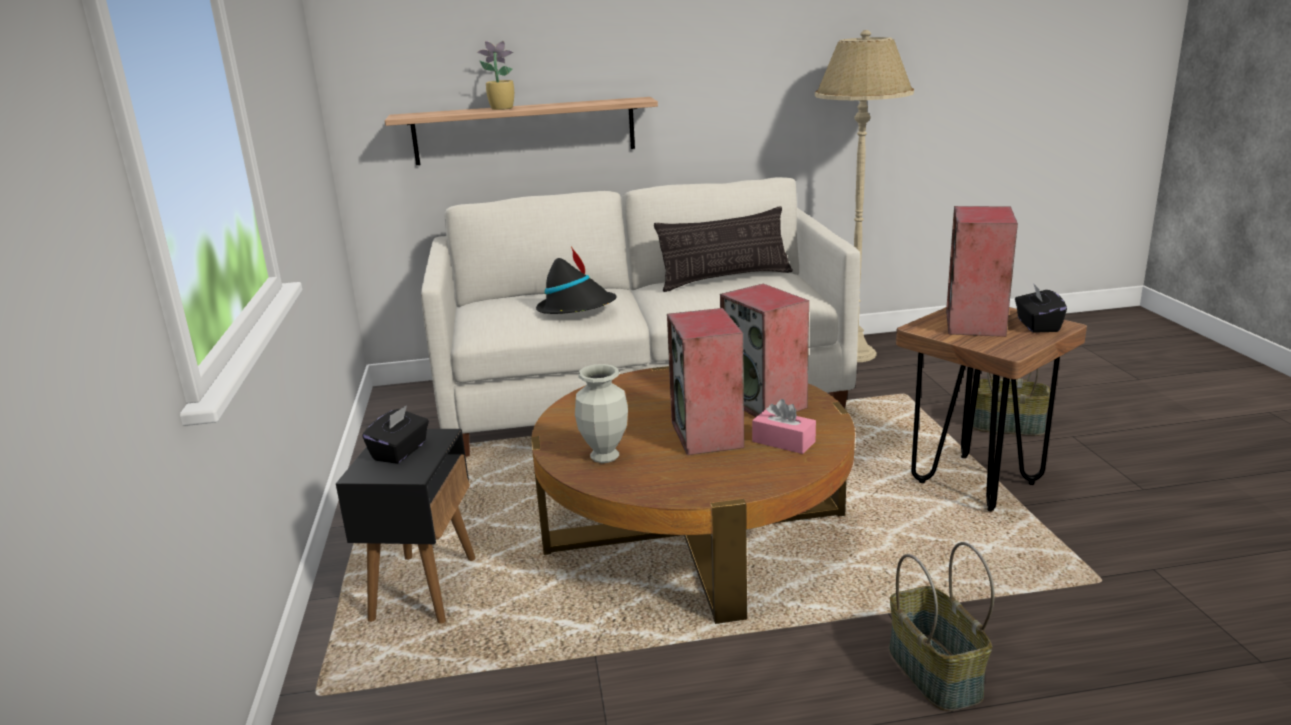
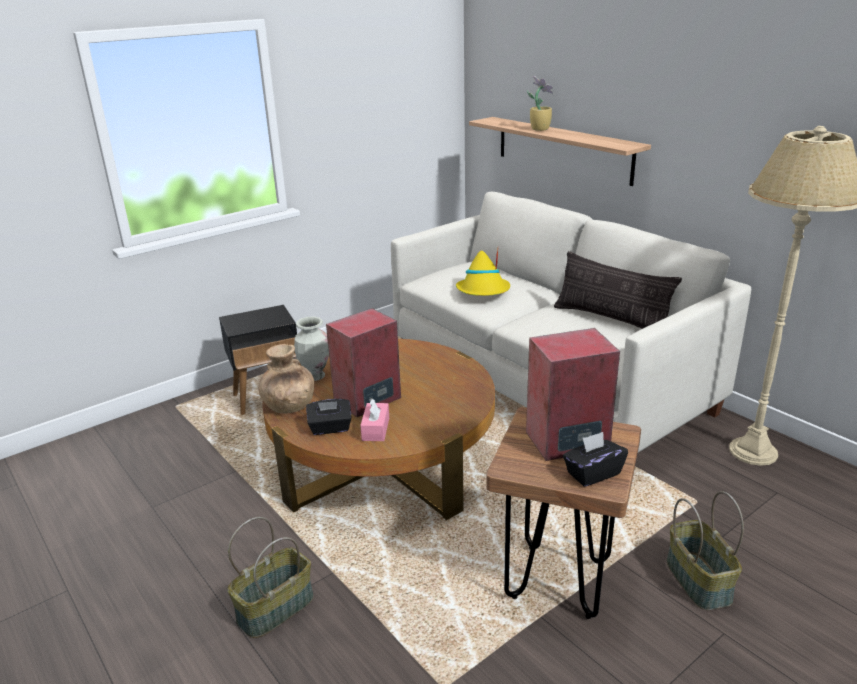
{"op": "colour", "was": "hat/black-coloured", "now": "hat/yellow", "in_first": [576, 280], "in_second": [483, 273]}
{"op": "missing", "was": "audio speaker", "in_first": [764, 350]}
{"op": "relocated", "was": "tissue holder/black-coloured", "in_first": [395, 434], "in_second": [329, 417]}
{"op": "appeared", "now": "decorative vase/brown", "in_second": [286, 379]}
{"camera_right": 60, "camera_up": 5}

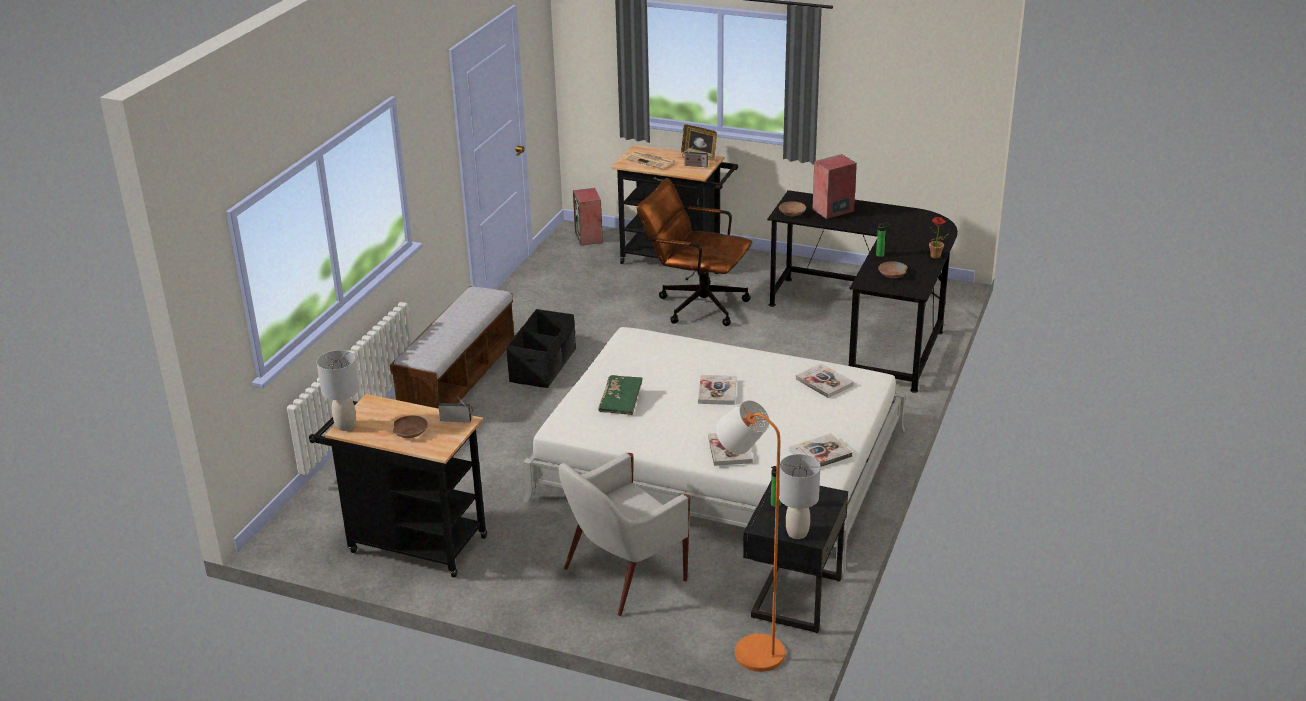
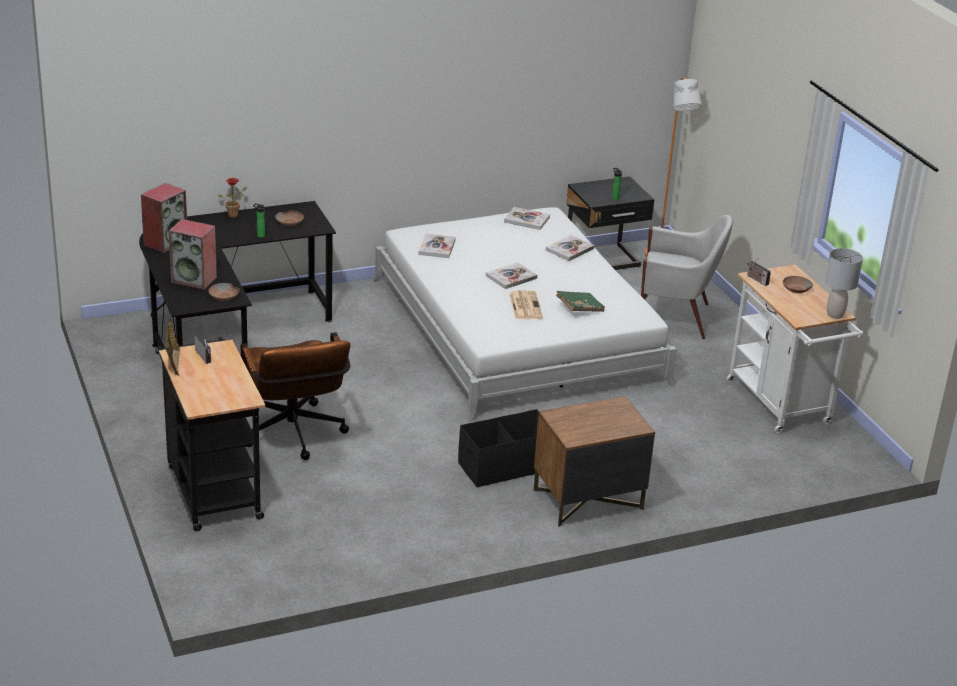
{"op": "relocated", "was": "daily paper", "in_first": [650, 160], "in_second": [526, 304]}
{"op": "relocated", "was": "audio speaker", "in_first": [588, 216], "in_second": [164, 218]}
{"op": "exchanged", "was": "bench", "now": "night table/brown", "in_first": [453, 347], "in_second": [594, 461]}
{"op": "colour", "was": "wheeled cart/black-coloured", "now": "wheeled cart/whitish", "in_first": [398, 486], "in_second": [795, 348]}
{"op": "missing", "was": "tabletop lamp/grey", "in_first": [799, 496]}
{"camera_right": -135, "camera_up": 0}

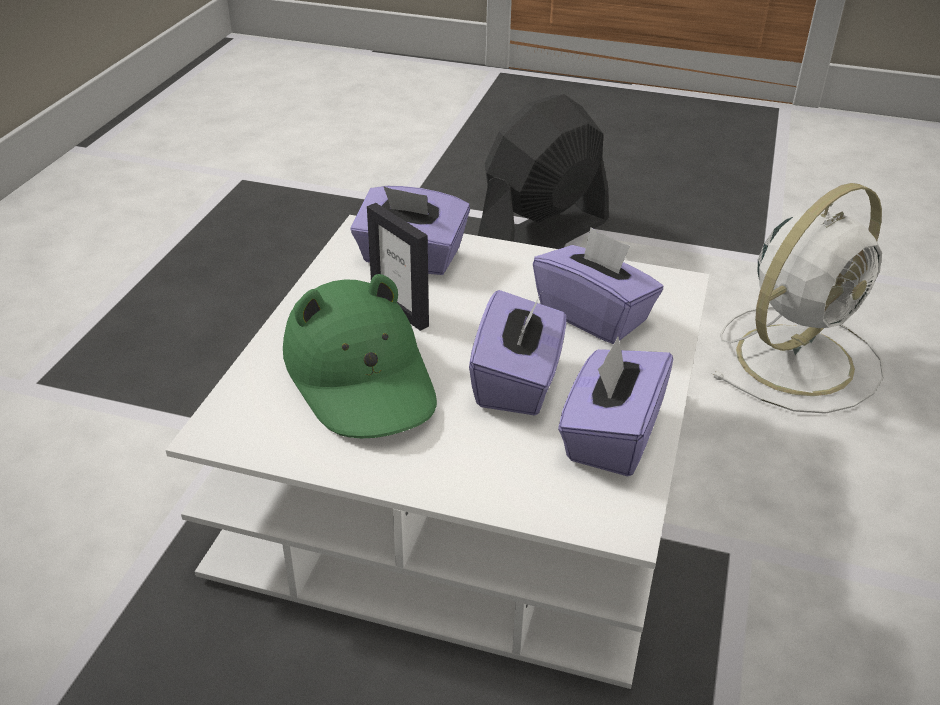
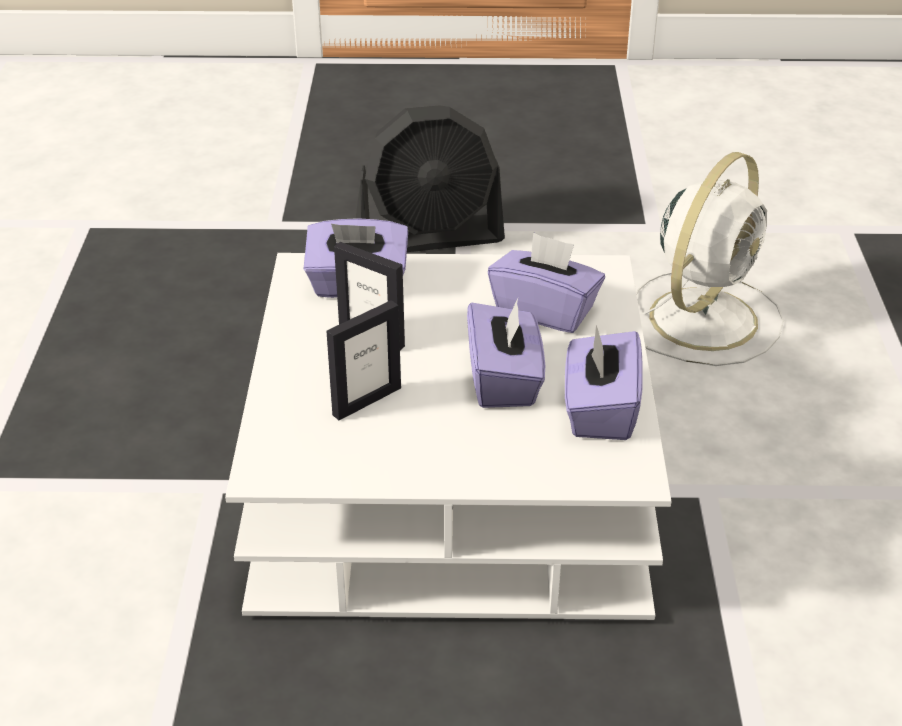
{"op": "spun", "was": "cooling fan/black-coloured", "in_first": [543, 171], "in_second": [430, 178], "clockwise": -135}
{"op": "exchanged", "was": "hat/green", "now": "picture frame", "in_first": [360, 356], "in_second": [363, 360]}
{"camera_right": -15, "camera_up": 0}

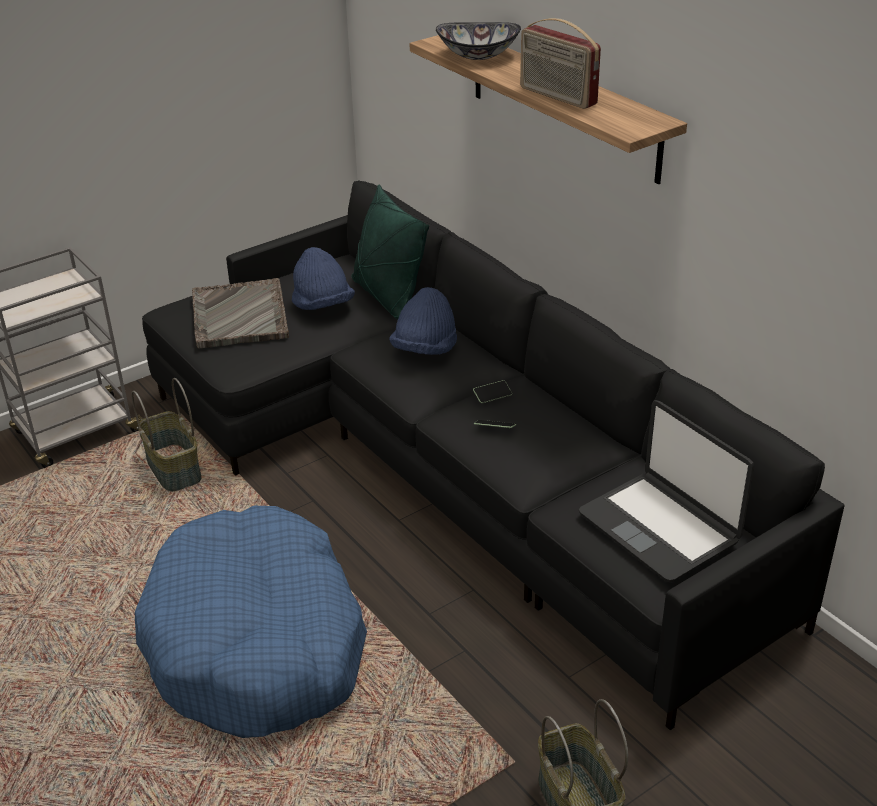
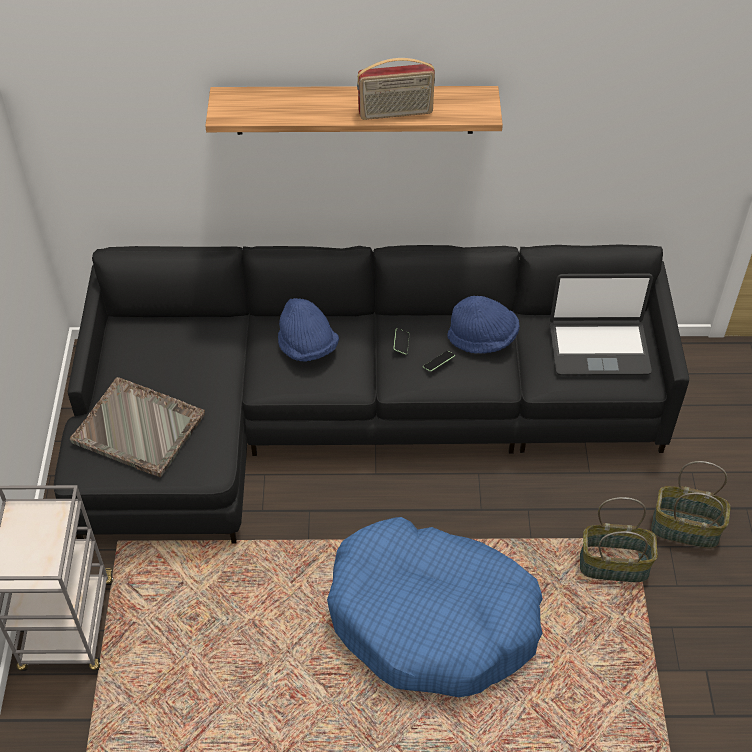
{"op": "missing", "was": "bowl", "in_first": [478, 41]}
{"op": "missing", "was": "throw pillow/green", "in_first": [390, 252]}
{"op": "relocated", "was": "hat/blue", "in_first": [323, 278], "in_second": [484, 325]}
{"op": "relocated", "was": "basket", "in_first": [166, 435], "in_second": [619, 539]}
{"camera_right": -55, "camera_up": 15}

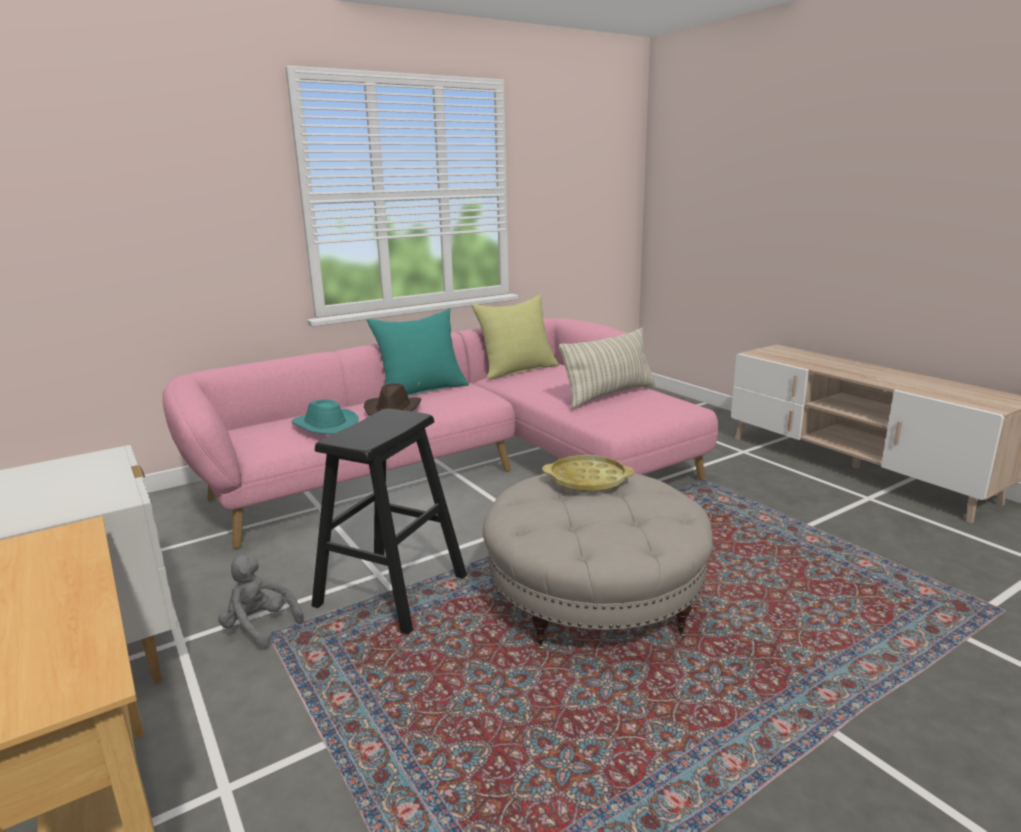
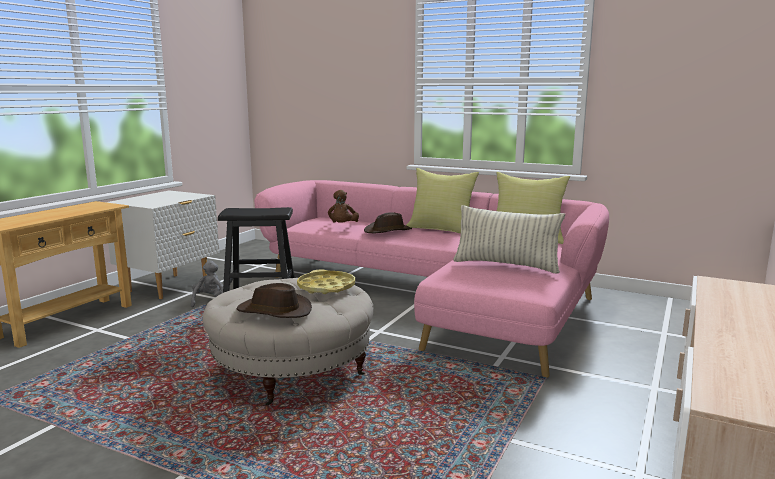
{"op": "colour", "was": "throw pillow/turquoise", "now": "throw pillow/yellow", "in_first": [417, 352], "in_second": [442, 201]}
{"op": "exchanged", "was": "hat/turquoise", "now": "plush toy/brown", "in_first": [325, 416], "in_second": [343, 206]}
{"op": "appeared", "now": "hat/brown", "in_second": [274, 300]}
{"camera_right": 60, "camera_up": -5}

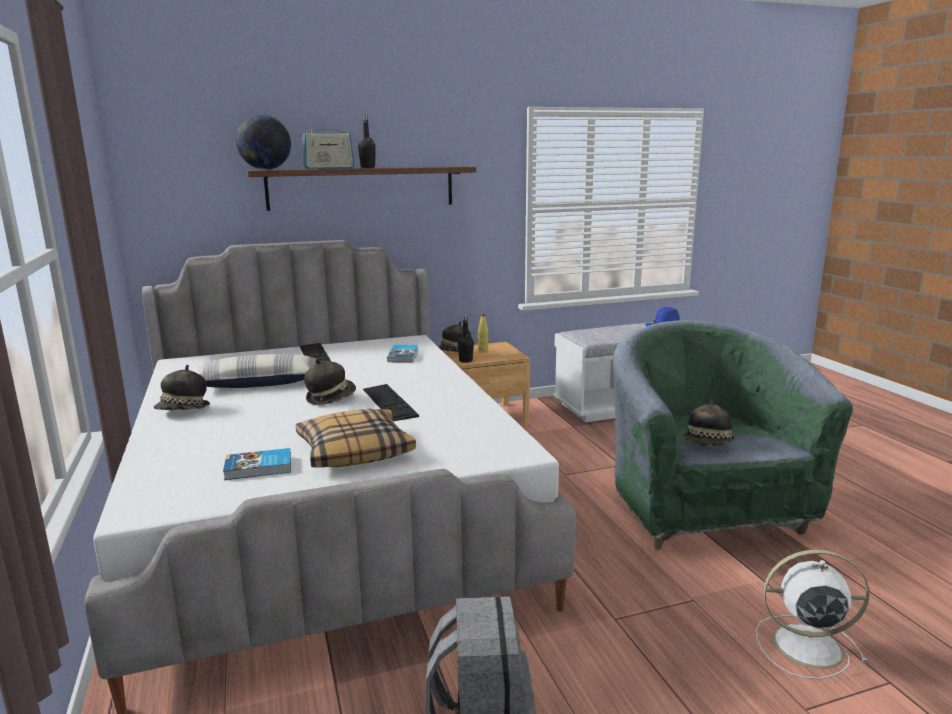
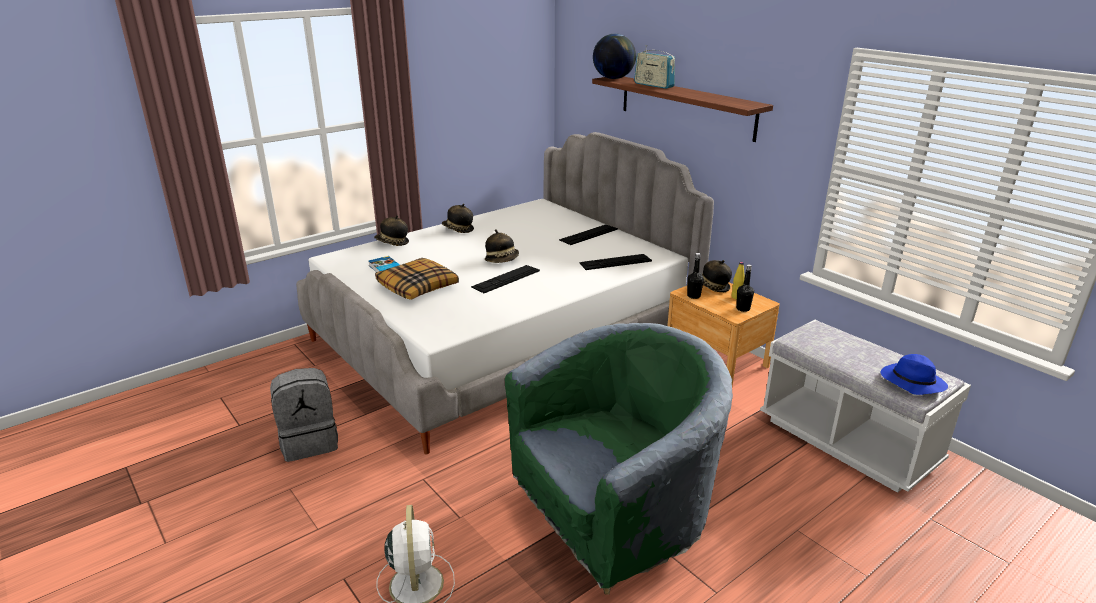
{"op": "relocated", "was": "beverage bottle/black-coloured", "in_first": [367, 141], "in_second": [745, 288]}
{"op": "exchanged", "was": "volume", "now": "computer keyboard", "in_first": [402, 353], "in_second": [615, 262]}
{"op": "missing", "was": "throw pillow", "in_first": [257, 371]}
{"op": "relocated", "was": "hat", "in_first": [709, 422], "in_second": [391, 230]}
{"camera_right": 70, "camera_up": 10}

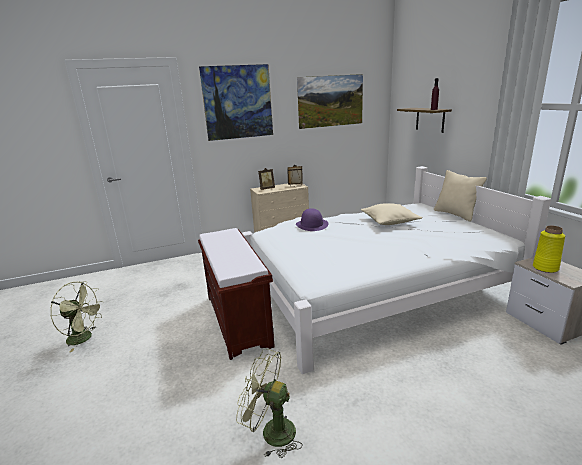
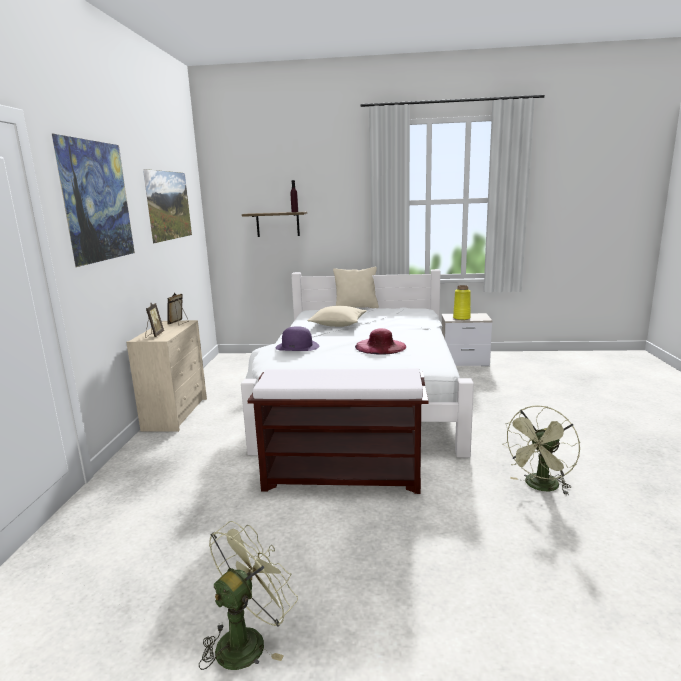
{"op": "appeared", "now": "hat/pink-coloured", "in_second": [380, 341]}
{"camera_right": -65, "camera_up": -5}

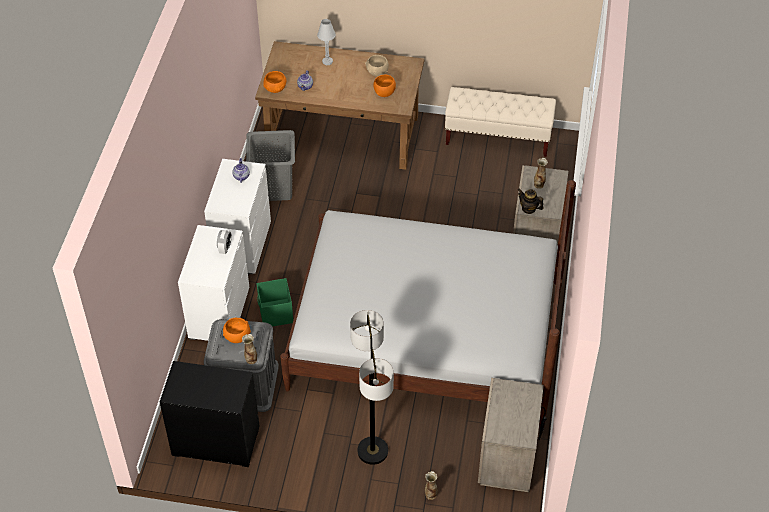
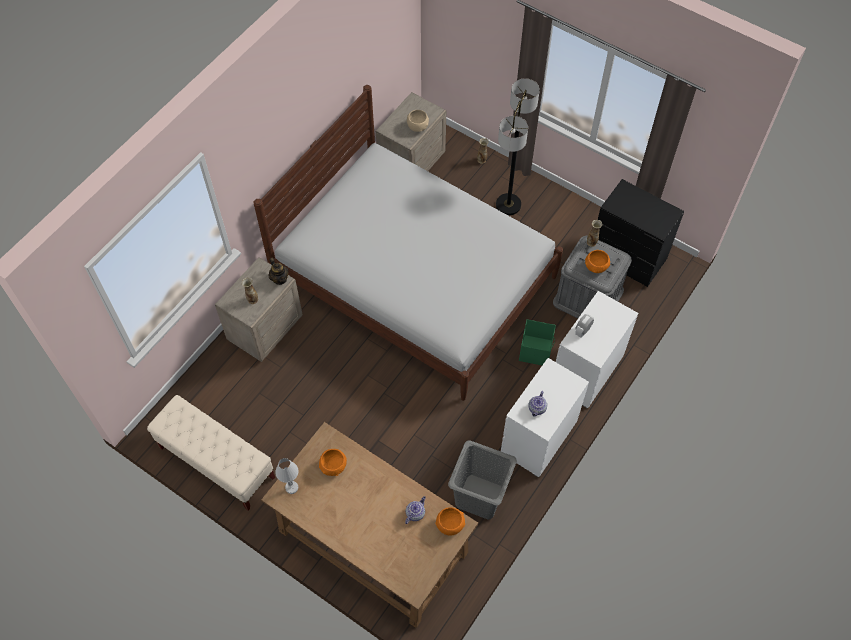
{"op": "relocated", "was": "tabletop lamp/whitish", "in_first": [326, 42], "in_second": [287, 476]}
{"op": "relocated", "was": "bowl/beige", "in_first": [377, 66], "in_second": [418, 121]}
{"camera_right": -155, "camera_up": 10}

